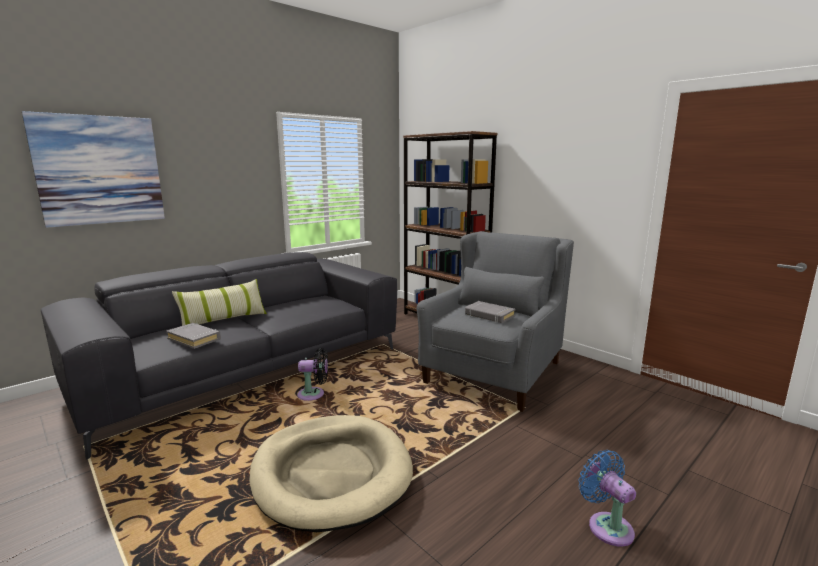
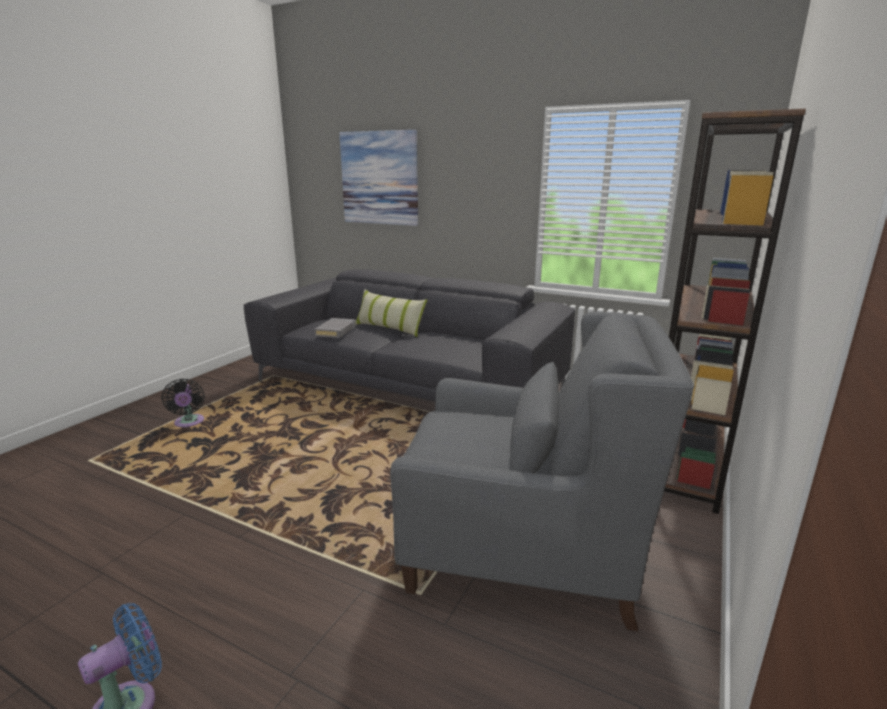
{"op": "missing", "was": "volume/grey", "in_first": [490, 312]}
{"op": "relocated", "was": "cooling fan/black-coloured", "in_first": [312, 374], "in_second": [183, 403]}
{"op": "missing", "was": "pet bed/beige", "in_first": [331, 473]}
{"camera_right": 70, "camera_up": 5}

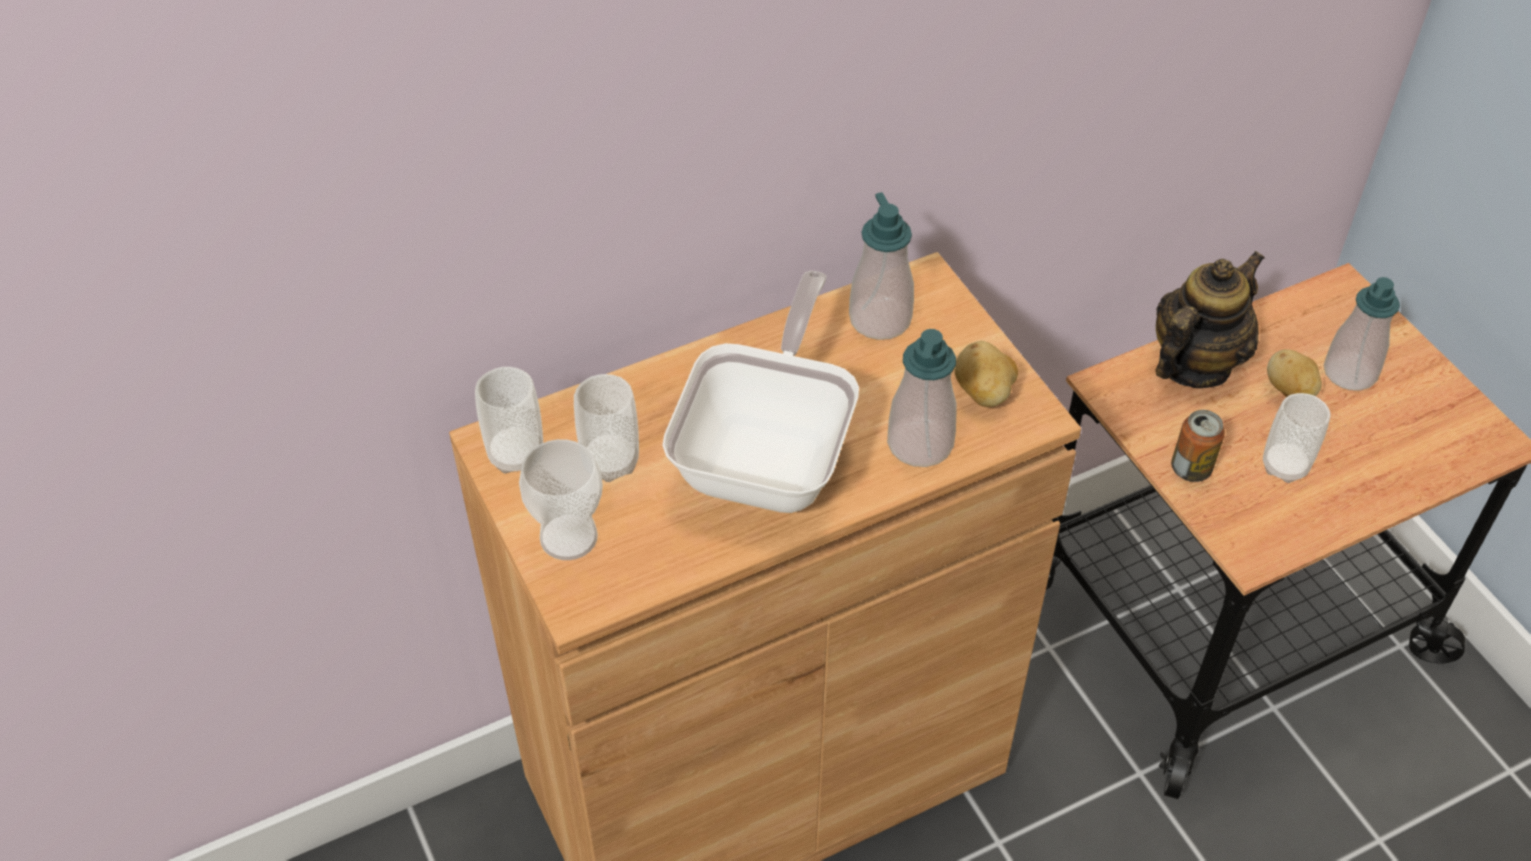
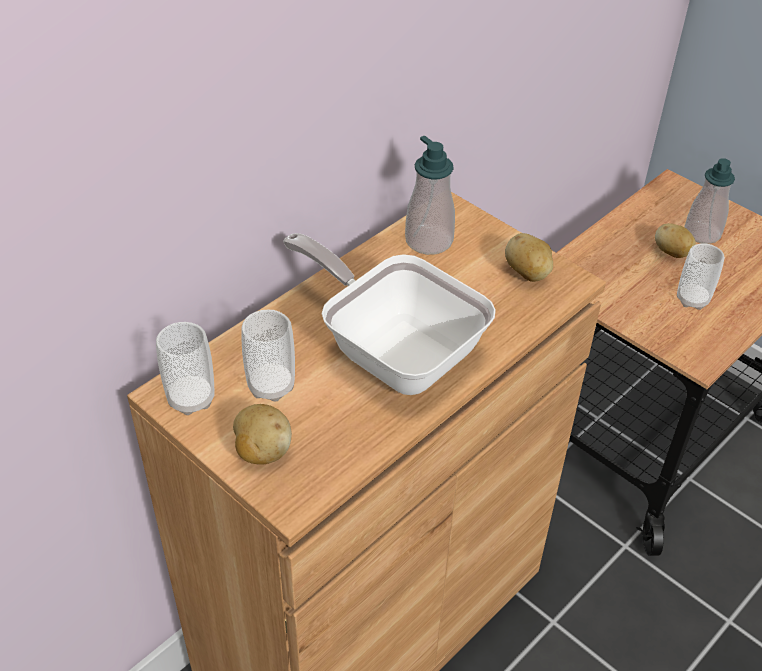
{"op": "missing", "was": "tea pot", "in_first": [1210, 319]}
{"op": "spun", "was": "frying pan", "in_first": [760, 392], "in_second": [389, 314], "clockwise": -45}
{"op": "missing", "was": "liquid soap bottle", "in_first": [922, 398]}
{"op": "missing", "was": "metal can", "in_first": [1198, 446]}
{"op": "exchanged", "was": "small cup", "now": "spud", "in_first": [561, 499], "in_second": [262, 434]}
{"camera_right": -20, "camera_up": -5}

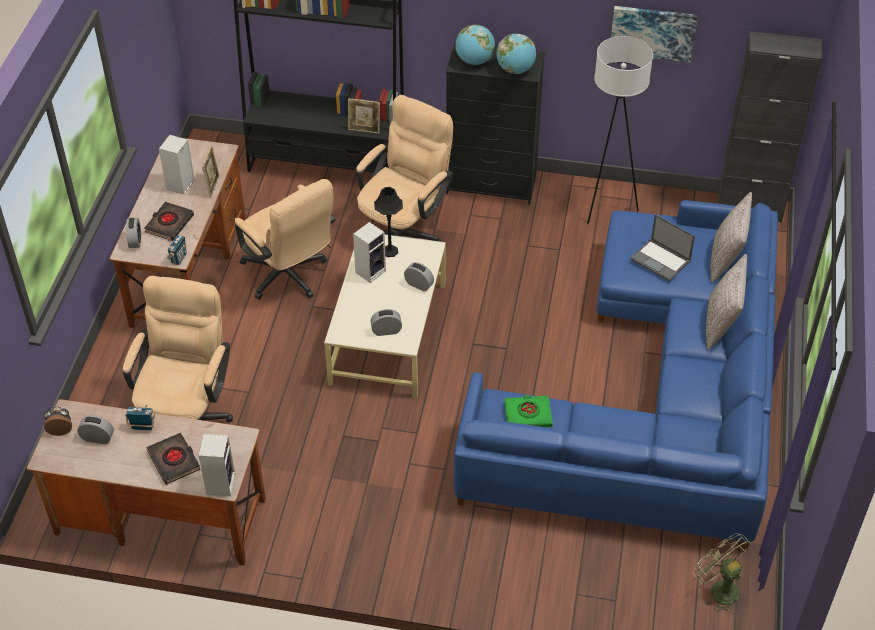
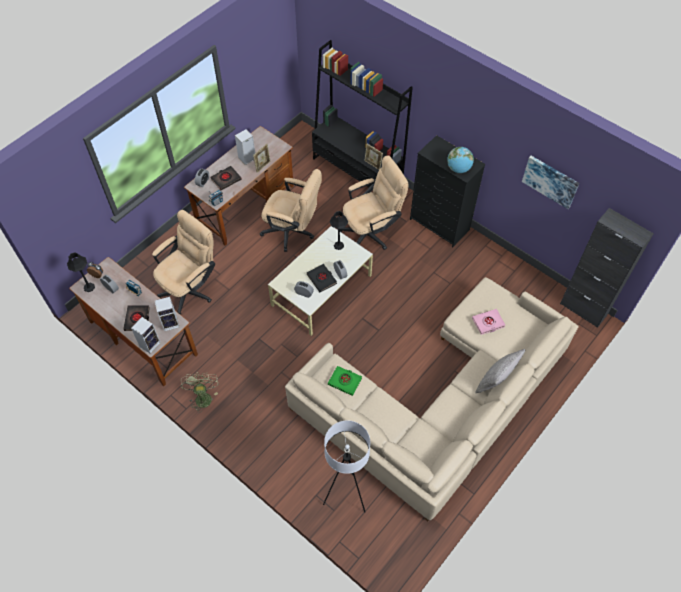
{"op": "missing", "was": "desk globe", "in_first": [475, 45]}
{"op": "relocated", "was": "floor lamp/whitish", "in_first": [620, 130], "in_second": [347, 466]}
{"op": "spun", "was": "computer chair/beige", "in_first": [285, 239], "in_second": [291, 210], "clockwise": -60}
{"op": "missing", "was": "throw pillow/grey", "in_first": [731, 237]}
{"op": "colour", "was": "sofa/blue", "now": "sofa/beige", "in_first": [615, 374], "in_second": [432, 399]}
{"op": "exchanged", "was": "notebook computer", "now": "volume/pink-coloured", "in_first": [662, 248], "in_second": [488, 322]}
{"op": "relocated", "was": "audio speaker", "in_first": [369, 252], "in_second": [167, 314]}
{"op": "relocated", "was": "cooling fan/green", "in_first": [722, 573], "in_second": [200, 393]}
{"op": "appeared", "now": "tabletop lamp/black-coloured", "in_second": [81, 272]}
{"op": "appeared", "now": "volume/black-coloured", "in_second": [322, 278]}
{"camera_right": 30, "camera_up": 10}

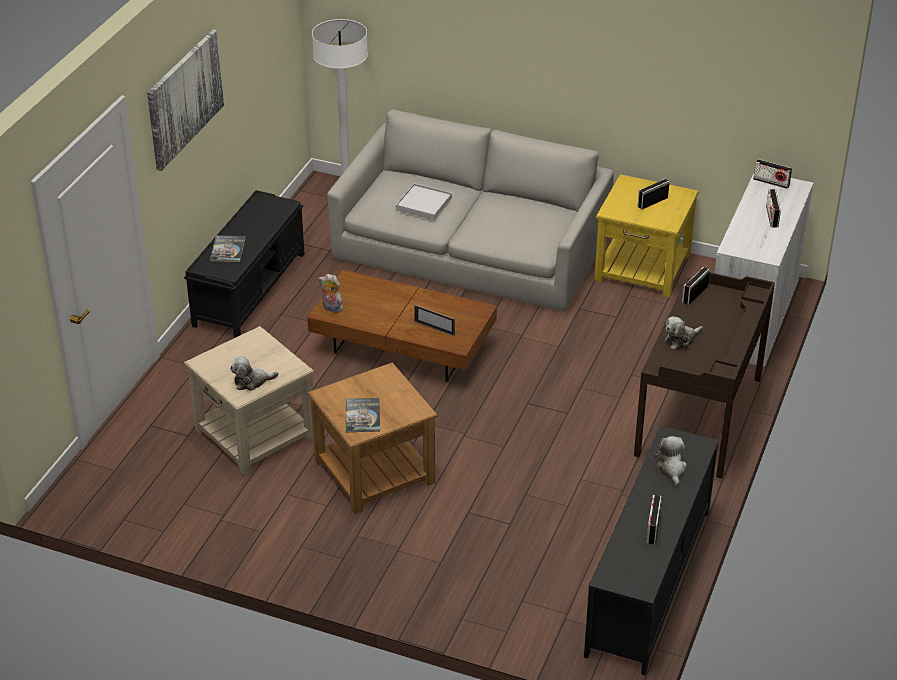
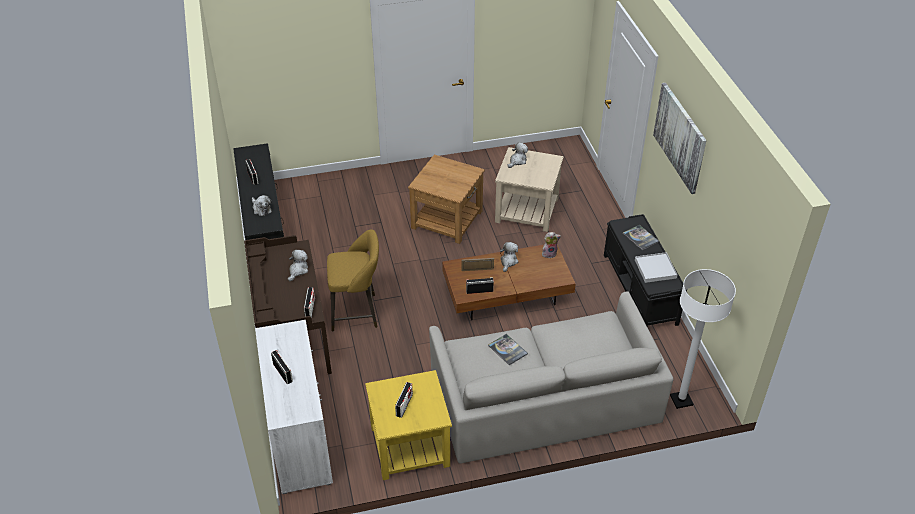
{"op": "relocated", "was": "radio receiver", "in_first": [772, 174], "in_second": [480, 285]}
{"op": "relocated", "was": "tray/whitish", "in_first": [424, 202], "in_second": [656, 267]}
{"op": "relocated", "was": "volume", "in_first": [363, 415], "in_second": [508, 350]}
{"op": "appeared", "now": "stool seat/yellow", "in_second": [353, 281]}
{"op": "appeared", "now": "plush toy", "in_second": [509, 257]}
{"camera_right": 145, "camera_up": 5}

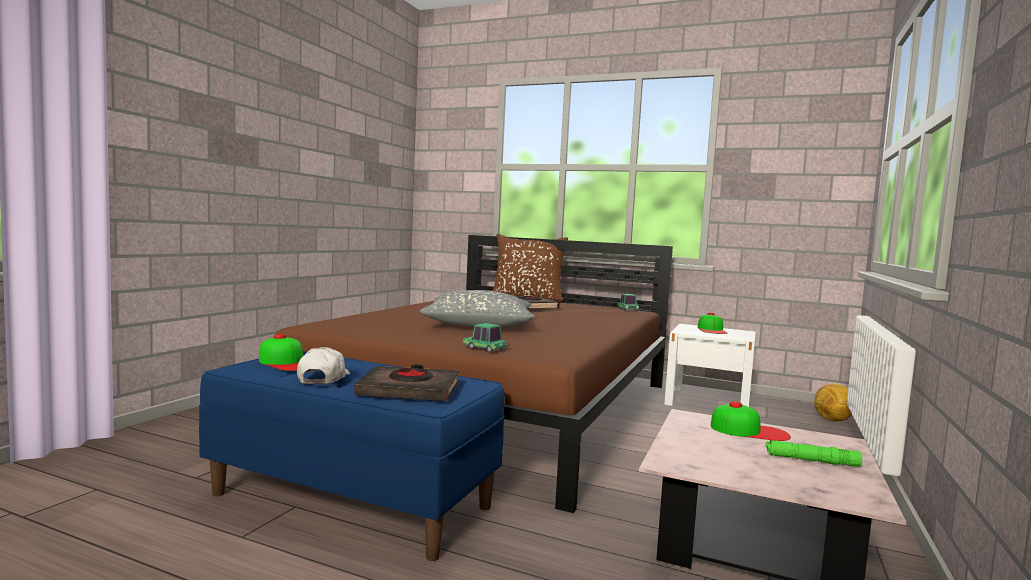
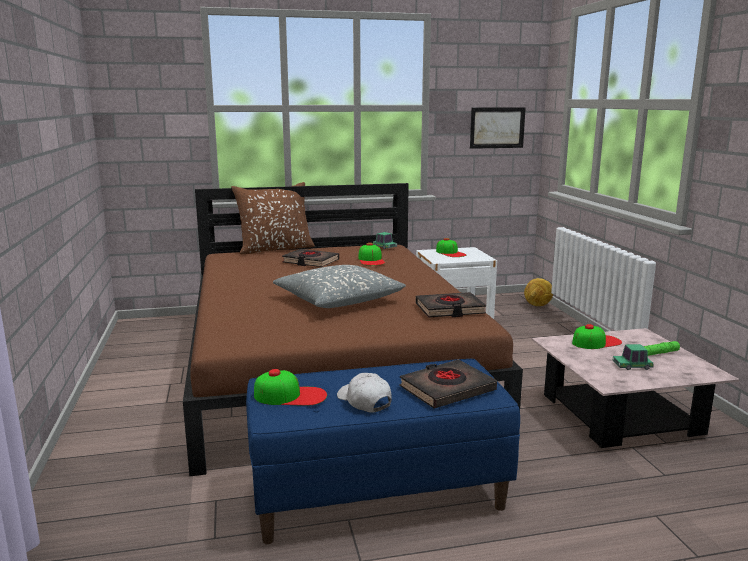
{"op": "relocated", "was": "model car", "in_first": [485, 337], "in_second": [633, 357]}
{"op": "appeared", "now": "picture", "in_second": [498, 128]}
{"op": "appeared", "now": "peaked cap", "in_second": [371, 254]}
{"op": "appeared", "now": "volume/black-coloured", "in_second": [450, 305]}
{"camera_right": -35, "camera_up": 10}

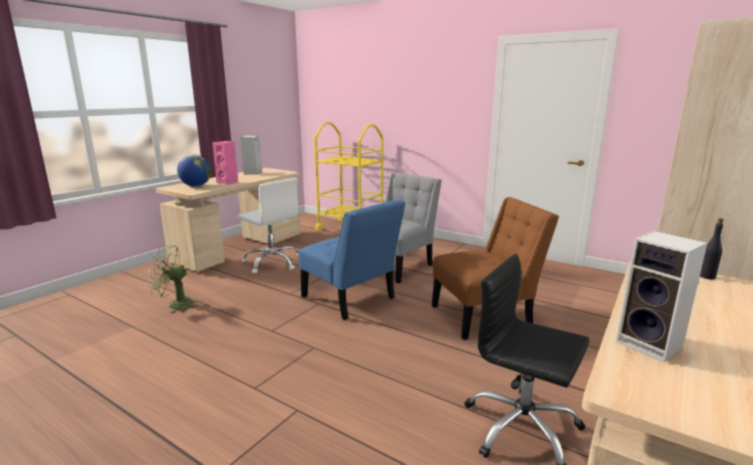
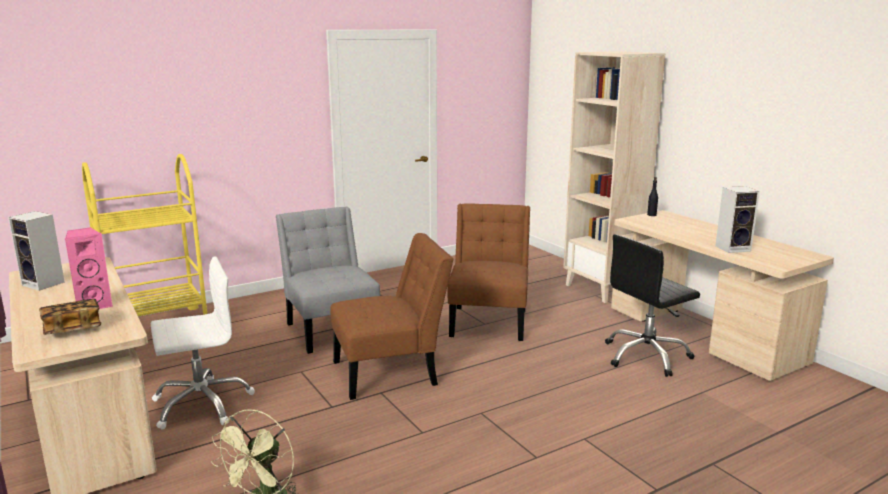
{"op": "exchanged", "was": "desk globe", "now": "volume", "in_first": [194, 171], "in_second": [70, 317]}
{"op": "colour", "was": "chair/blue", "now": "chair/brown", "in_first": [352, 259], "in_second": [392, 316]}
{"camera_right": -65, "camera_up": 0}

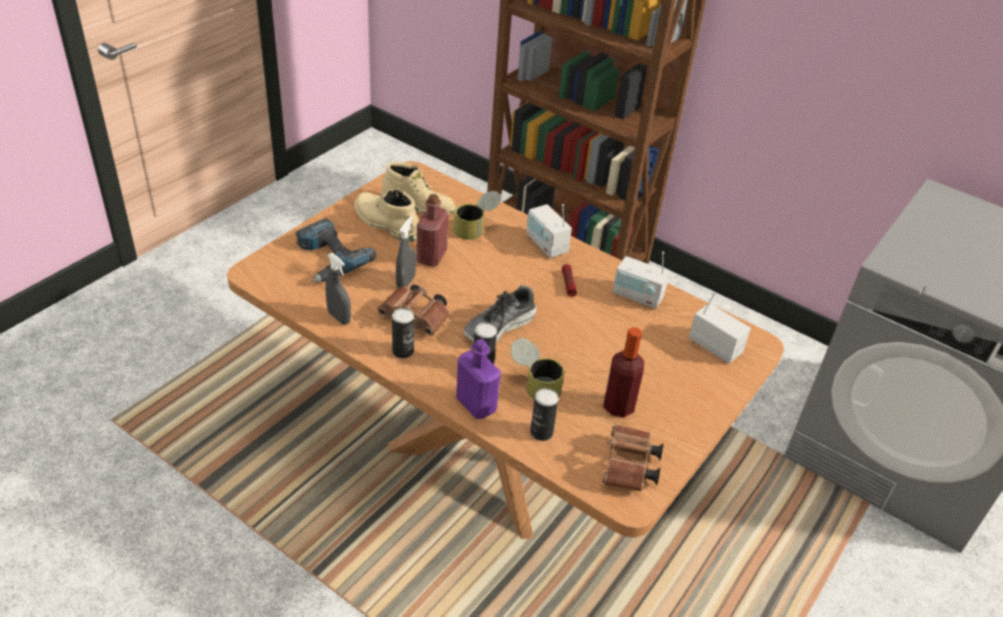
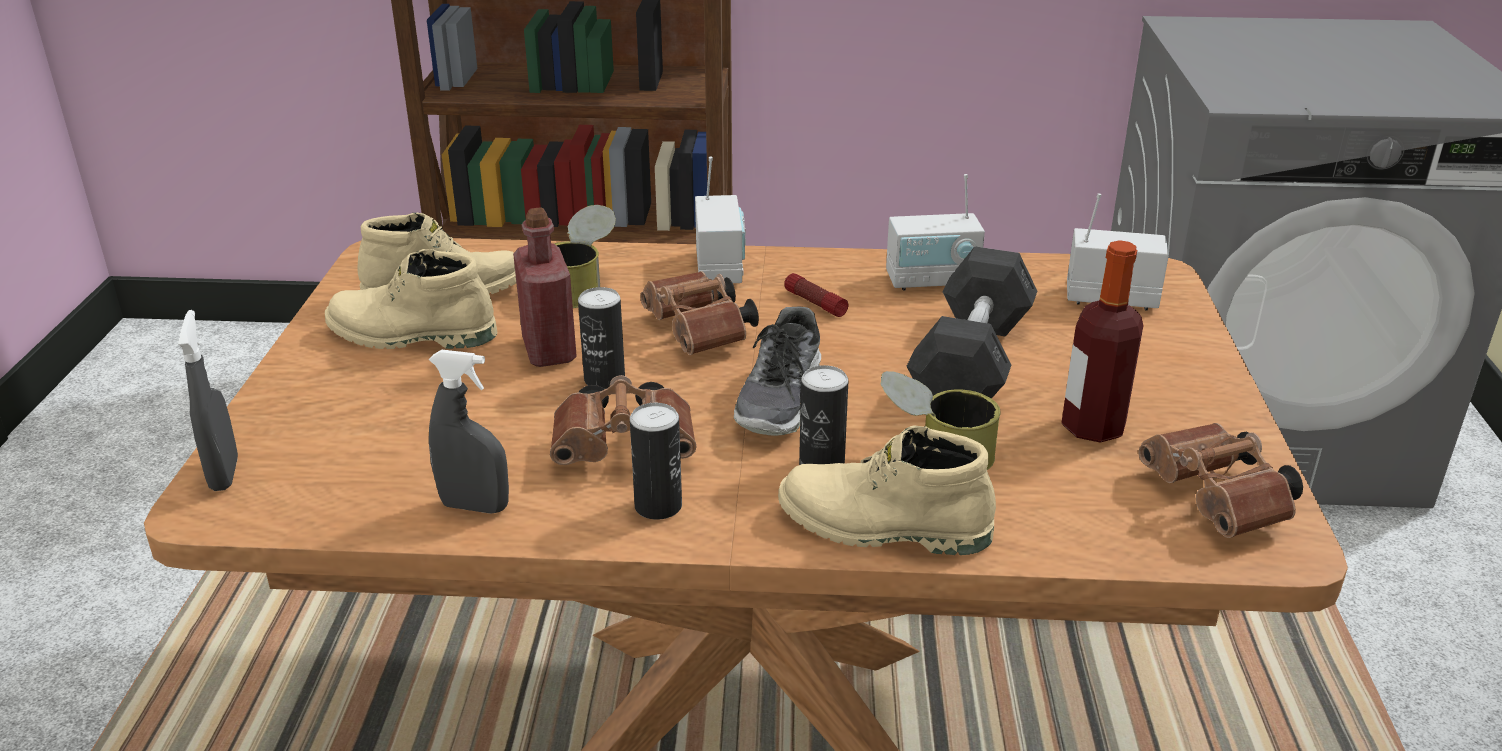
{"op": "spun", "was": "radio receiver", "in_first": [549, 231], "in_second": [720, 219], "clockwise": -120}
{"op": "relocated", "was": "hand sprayer/grey", "in_first": [406, 252], "in_second": [208, 400]}
{"op": "missing", "was": "drill", "in_first": [335, 250]}
{"op": "exchanged", "was": "beverage bottle/purple", "now": "tall boot/beige", "in_first": [478, 379], "in_second": [887, 490]}
{"op": "relocated", "was": "metal can", "in_first": [544, 414], "in_second": [601, 338]}
{"op": "appeared", "now": "free weight/grey", "in_second": [971, 322]}
{"op": "appeared", "now": "field glasses/brown", "in_second": [699, 313]}
{"camera_right": -30, "camera_up": -10}

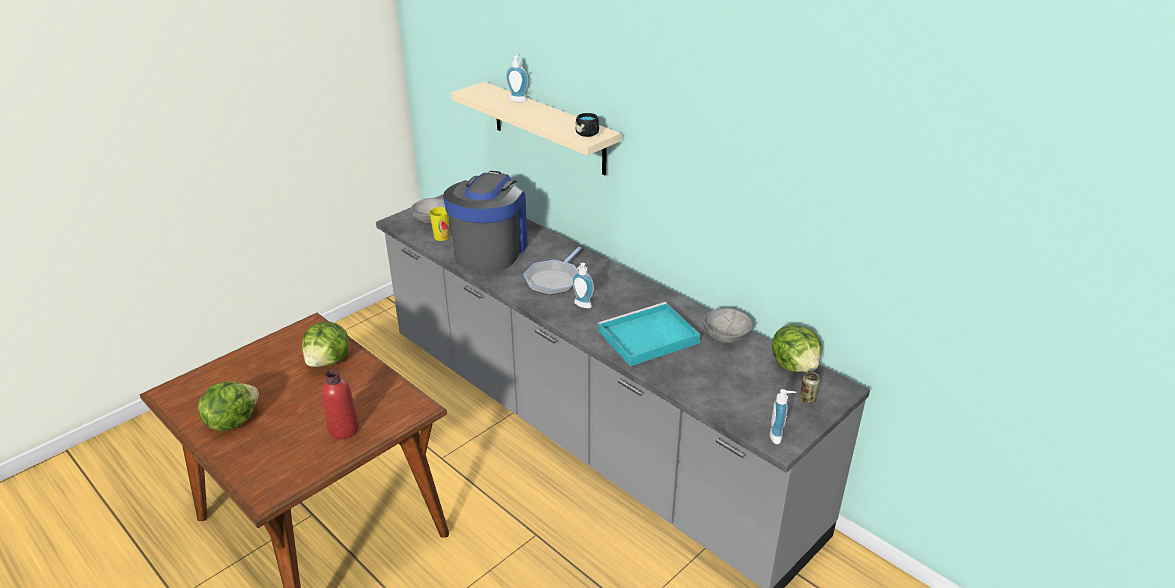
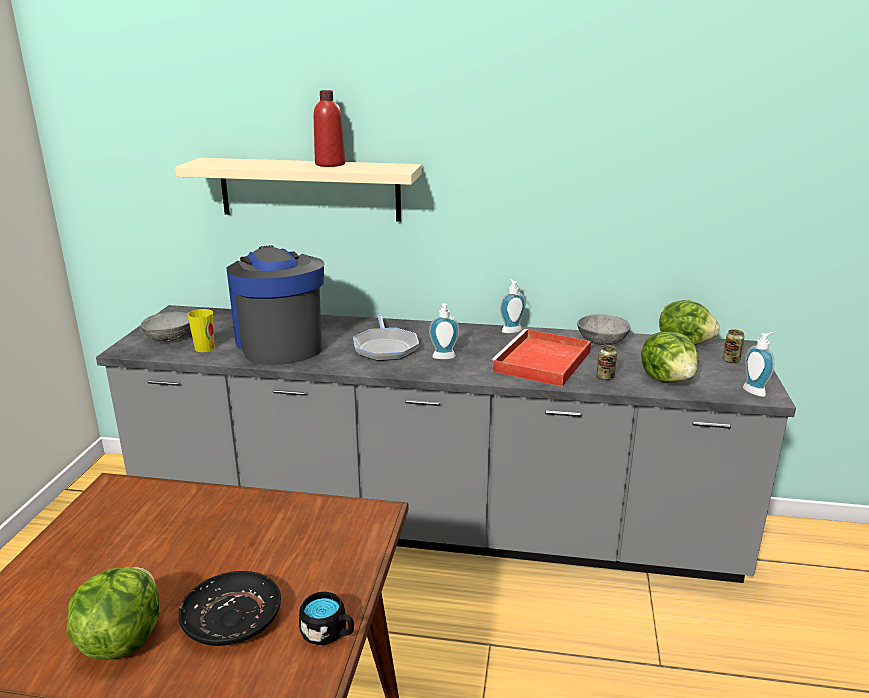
{"op": "relocated", "was": "liquid soap bottle", "in_first": [517, 78], "in_second": [513, 306]}
{"op": "relocated", "was": "tea mug/black-coloured", "in_first": [587, 125], "in_second": [326, 618]}
{"op": "colour", "was": "tray/turquoise", "now": "tray/red", "in_first": [649, 334], "in_second": [540, 358]}
{"op": "relocated", "was": "head of lettuce", "in_first": [325, 344], "in_second": [670, 357]}
{"op": "relocated", "was": "beverage bottle/red", "in_first": [340, 404], "in_second": [329, 128]}
{"op": "appeared", "now": "metal can", "in_second": [607, 362]}
{"op": "appeared", "now": "plate/black-coloured", "in_second": [229, 608]}
{"camera_right": -35, "camera_up": -10}

